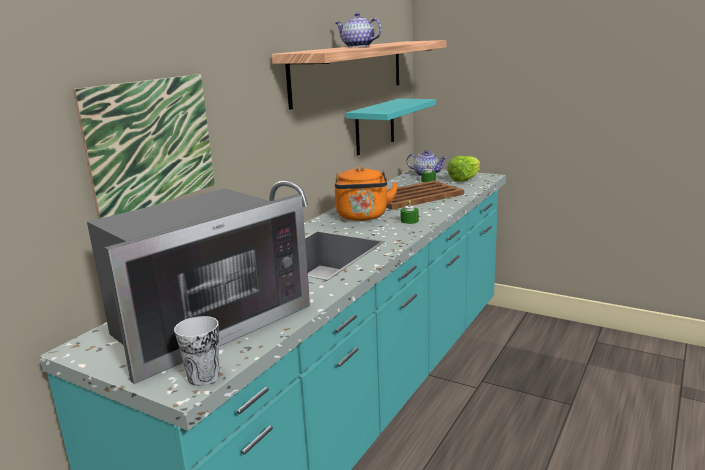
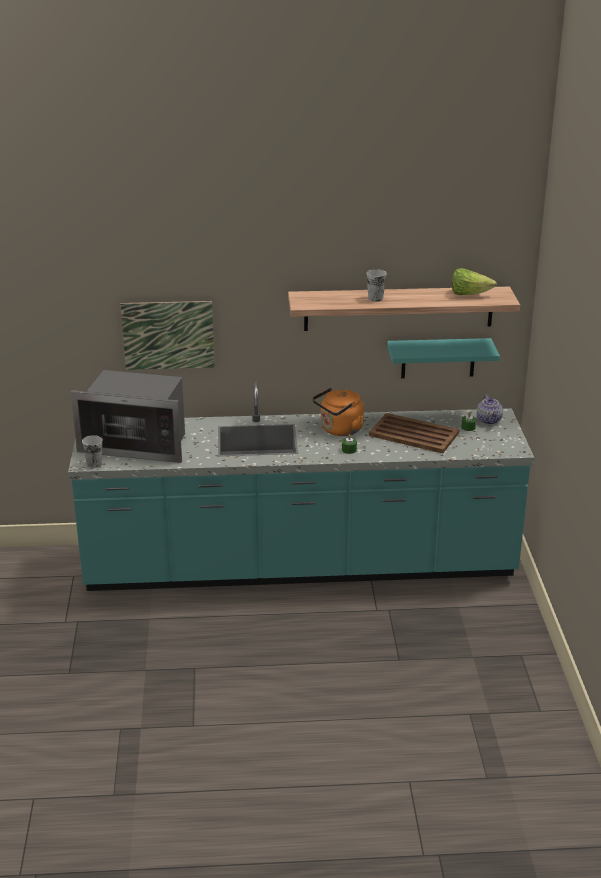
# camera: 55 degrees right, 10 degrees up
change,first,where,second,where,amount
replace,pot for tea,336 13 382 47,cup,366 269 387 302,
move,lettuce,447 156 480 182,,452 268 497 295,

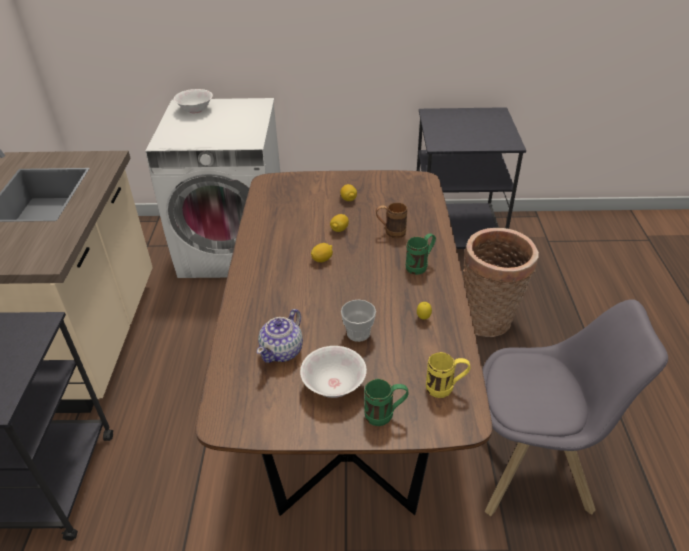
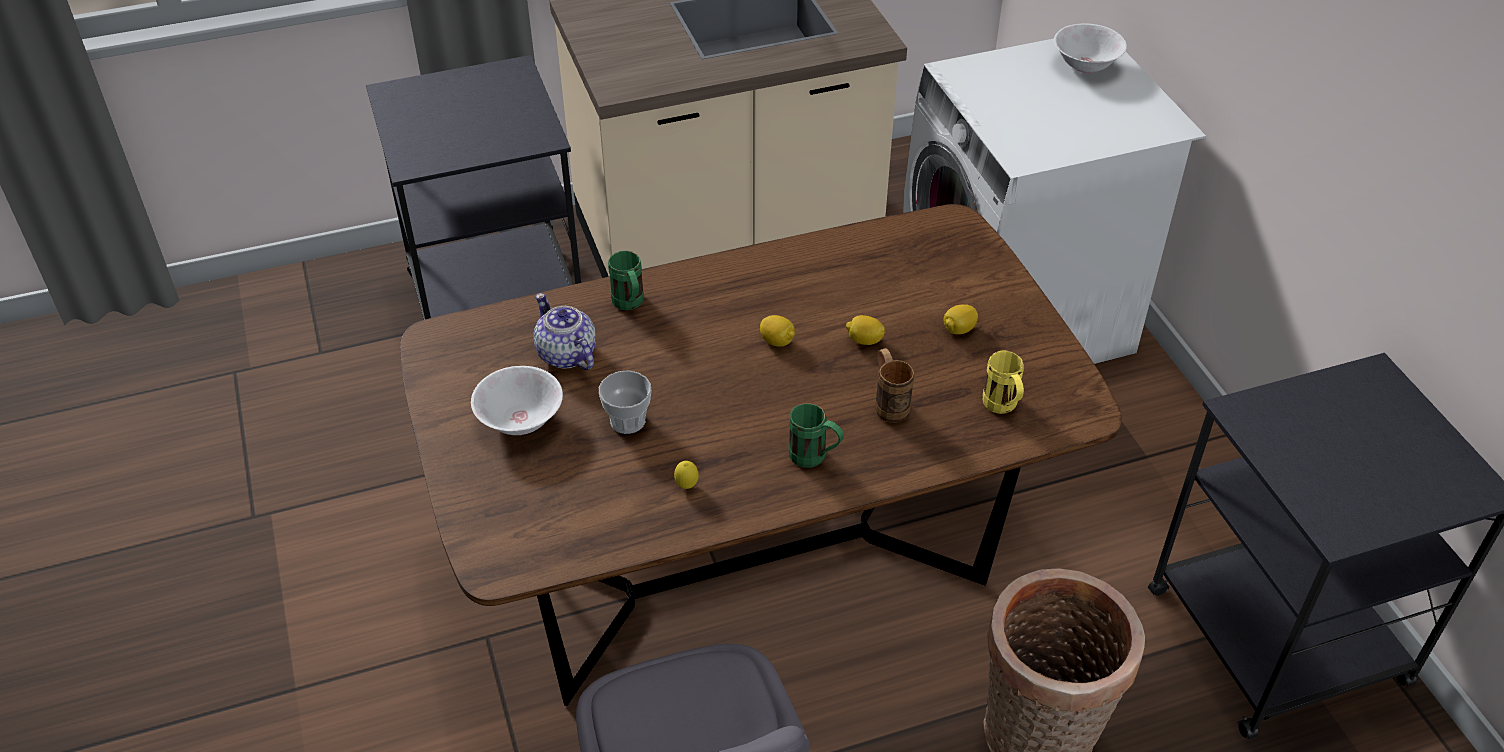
# camera: 70 degrees right, 5 degrees up
change,first,where,second,where,amount
rotate,pot for tea,257 309 303 363,,534 293 596 370,45 degrees clockwise
move,tea mug (greenish),364 379 409 426,,608 251 644 310,
move,tea mug (yellowish),426 352 470 398,,983 350 1024 414,

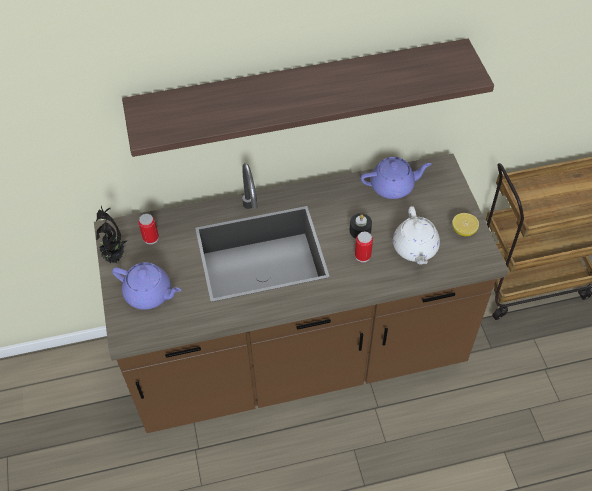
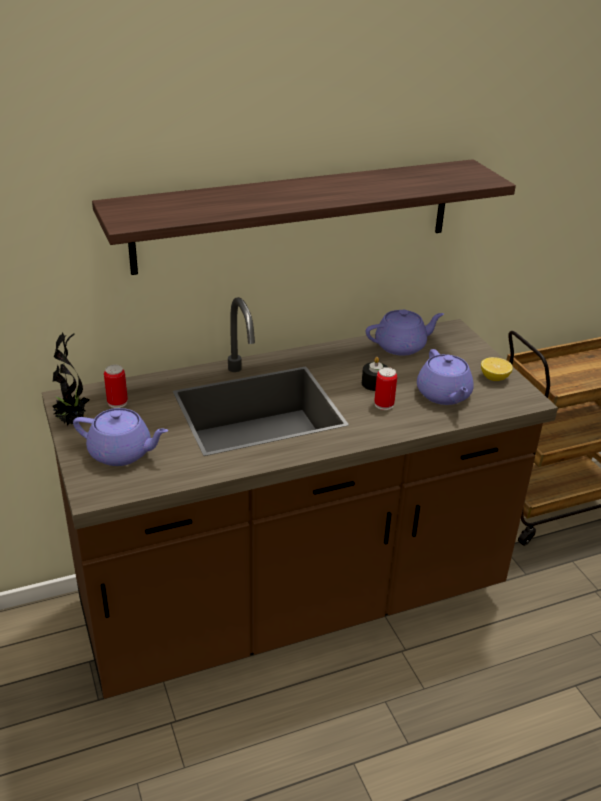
# camera: 10 degrees left, 20 degrees down
change,first,where,second,where,amount
recolor,pot for tea (white-coloured),393 206 440 264,pot for tea (purple),417 349 474 405,

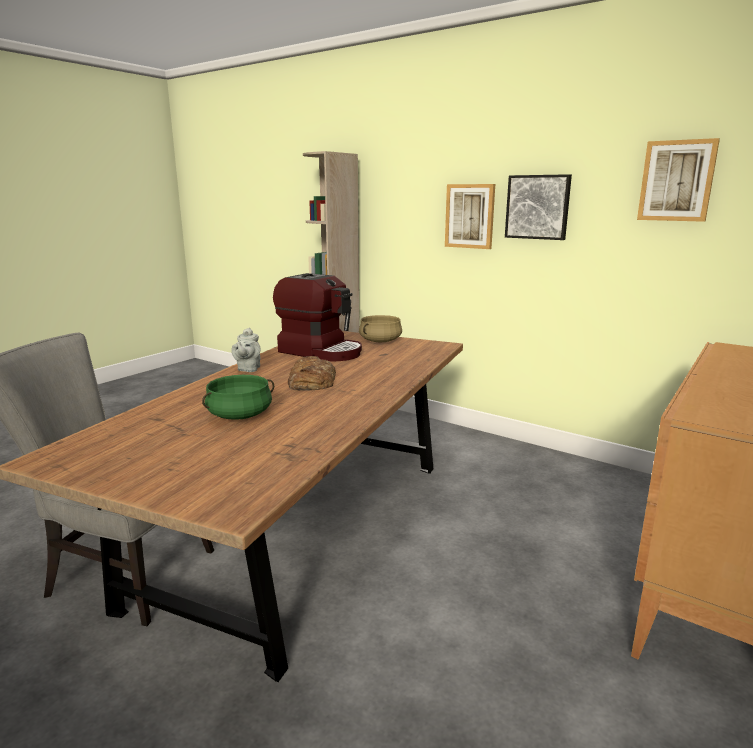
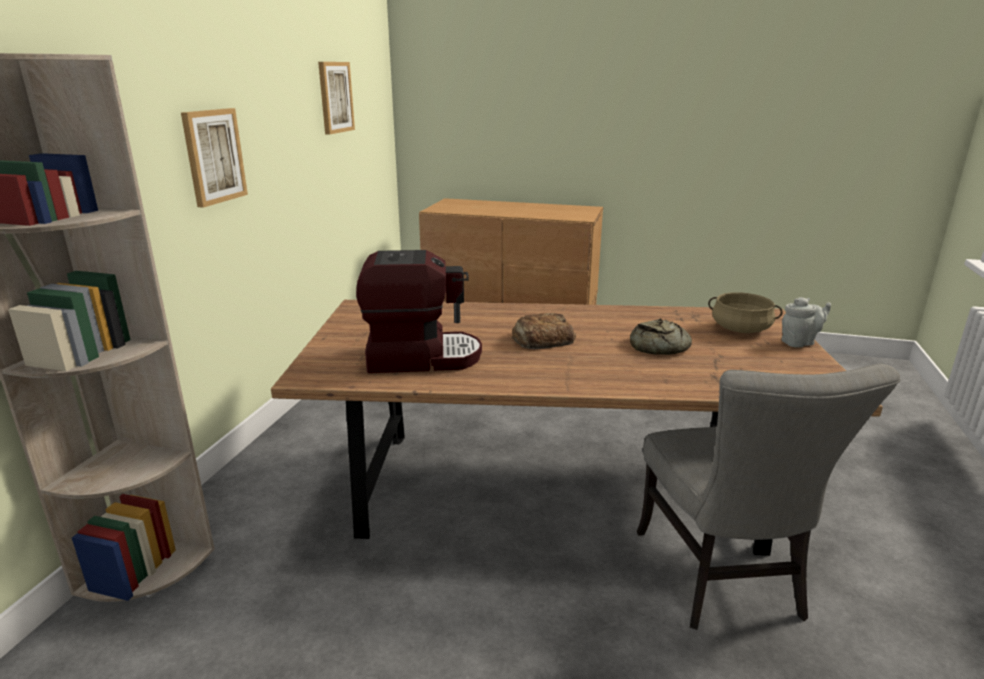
# camera: 110 degrees left, 5 degrees up
change,first,where,second,where,amount
rotate,coffee maker,273 273 362 362,,356 250 482 373,75 degrees clockwise
replace,saucepot (greenish),202 375 274 420,bread,630 318 692 355,
move,saucepot (beige-coloured),359 315 402 342,,708 292 783 333,
move,pot for tea (grey),231 328 261 372,,782 297 831 348,
delete,wall picture,505 174 572 240,,,

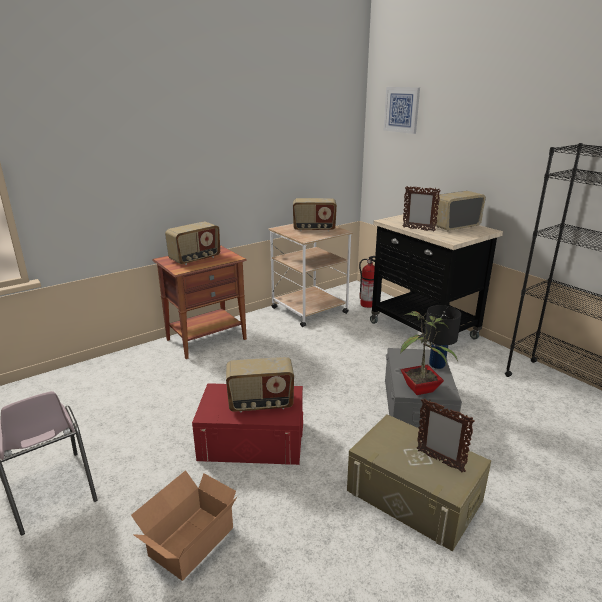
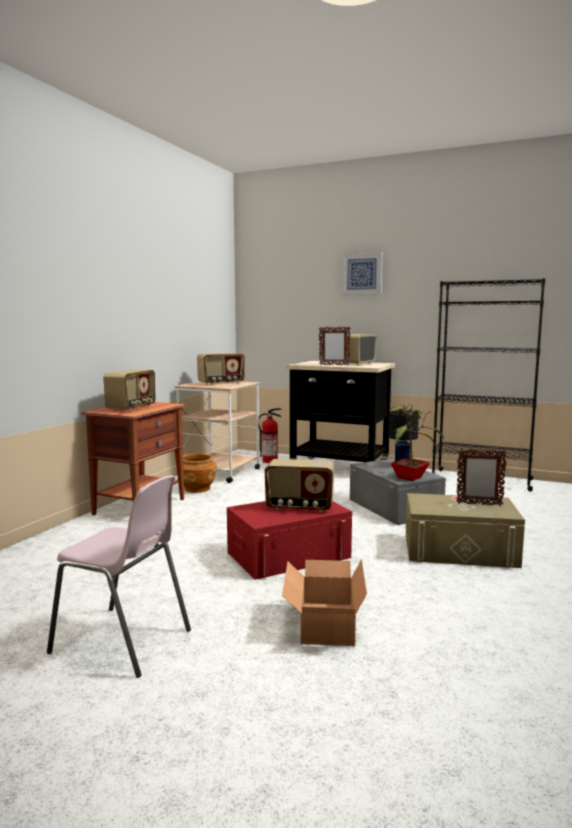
# camera: 30 degrees left, 15 degrees down
change,first,where,second,where,amount
insert,,,plant pot (brown),183 454 216 493,
rotate,radio receiver,226 357 294 412,,265 459 334 512,45 degrees clockwise
move,wall picture,384 87 420 134,,342 252 383 295,

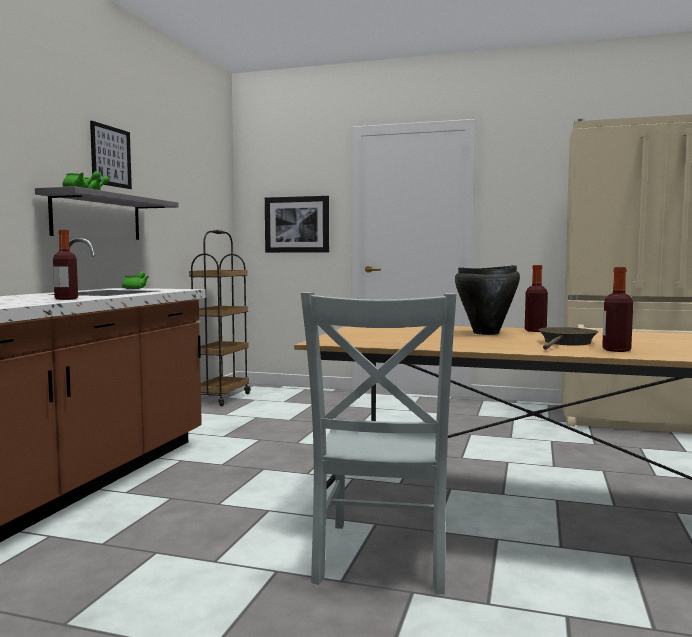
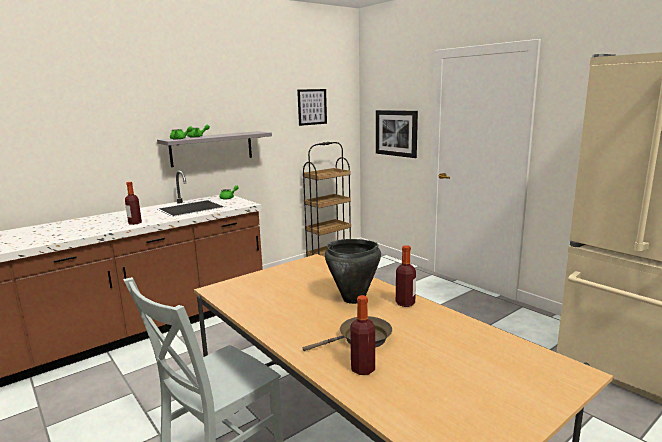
# camera: 35 degrees right, 10 degrees up
change,first,where,second,where,amount
move,wall picture,90 121 132 189,,297 89 327 126,

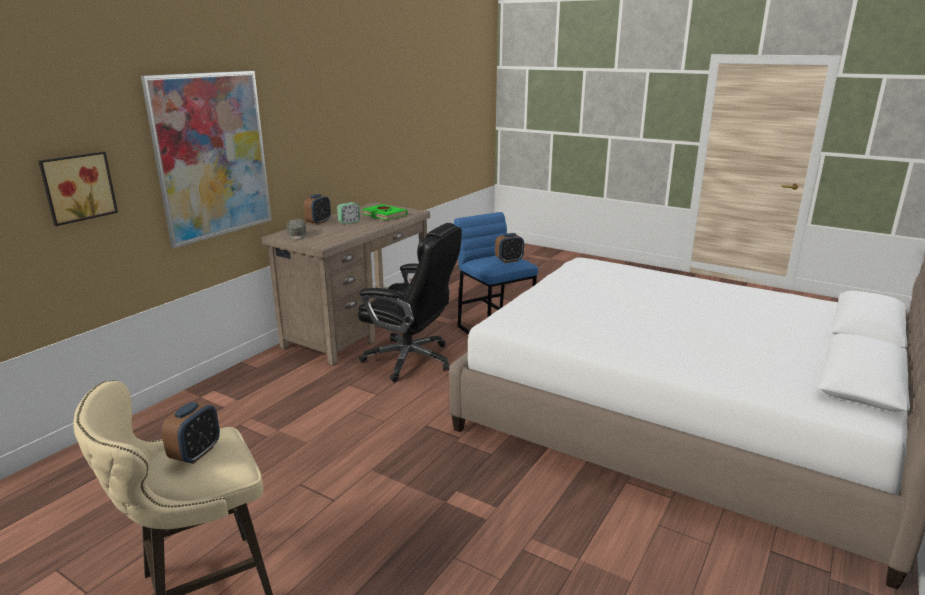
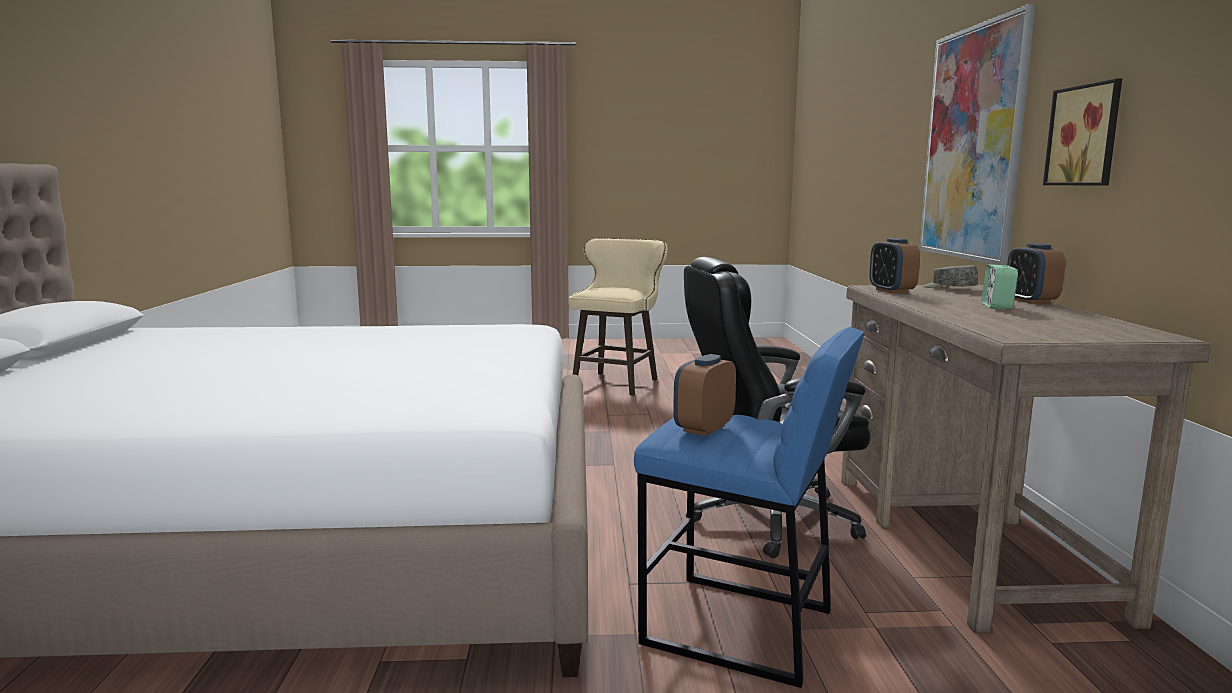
# camera: 145 degrees right, 10 degrees down
change,first,where,second,where,amount
move,alarm clock,162 402 220 464,,869 238 920 293,
move,wall picture,38 152 118 226,,1043 78 1122 186,
delete,book (greenish),362 204 408 220,,,

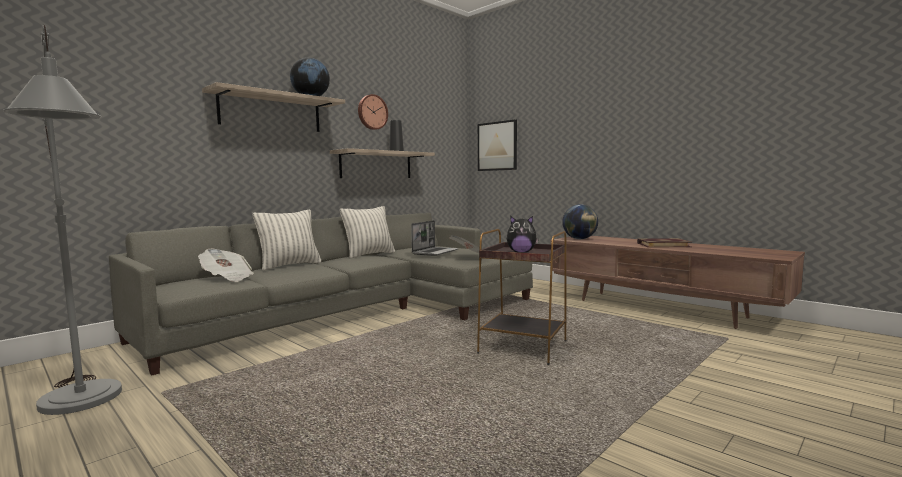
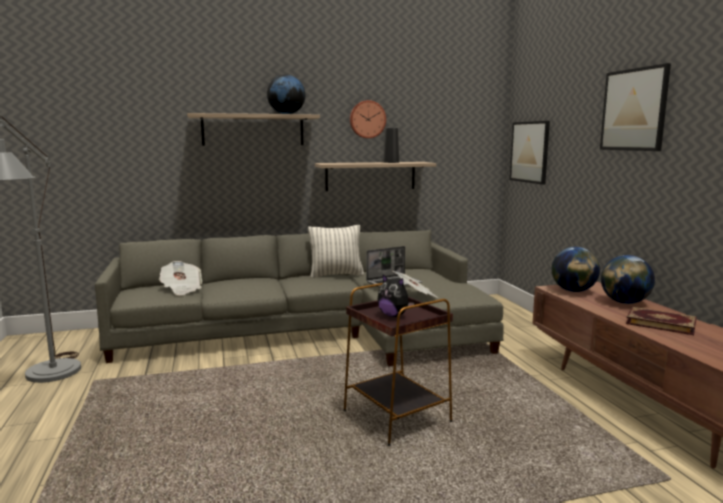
# camera: 30 degrees right, 5 degrees up
change,first,where,second,where,amount
insert,,,wall picture,600 63 671 151,
insert,,,world globe,601 255 655 304,
delete,cushion,252 210 321 270,,,

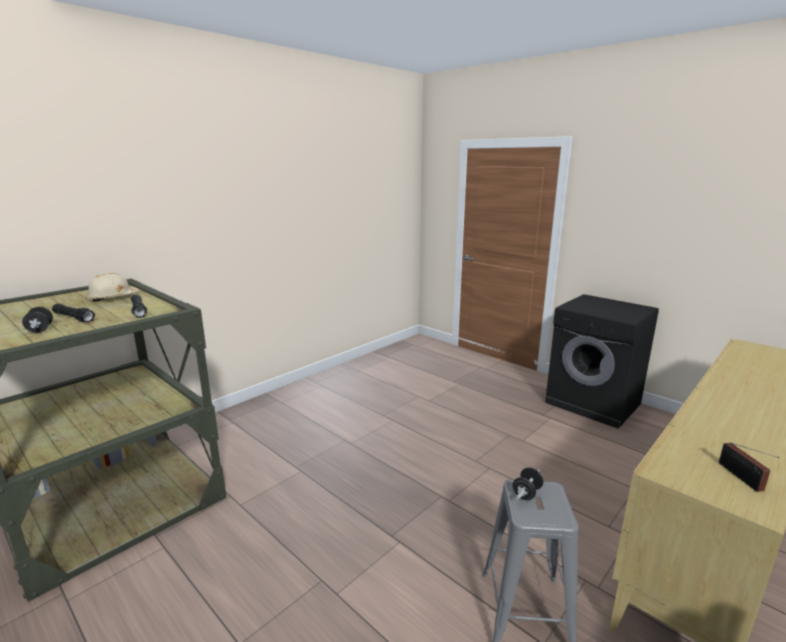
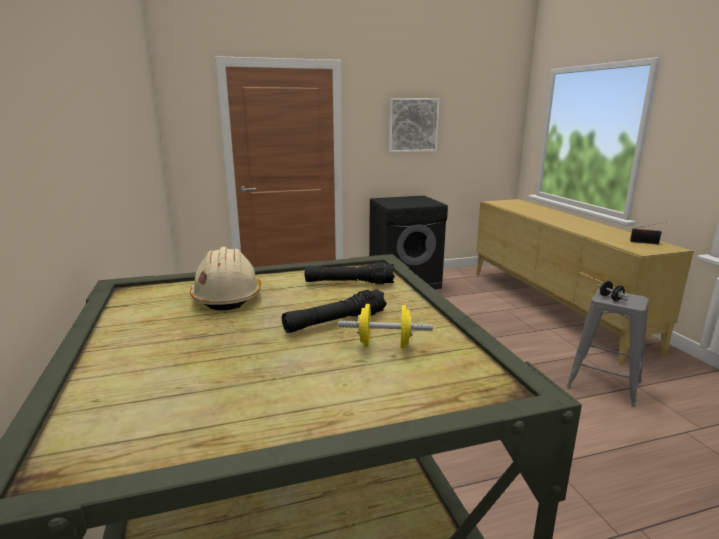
# camera: 60 degrees left, 0 degrees up
change,first,where,second,where,amount
recolor,dumbbell (black-coloured),22 307 53 333,dumbbell (yellowish),338 304 433 349,
insert,,,wall picture,389 98 439 152,

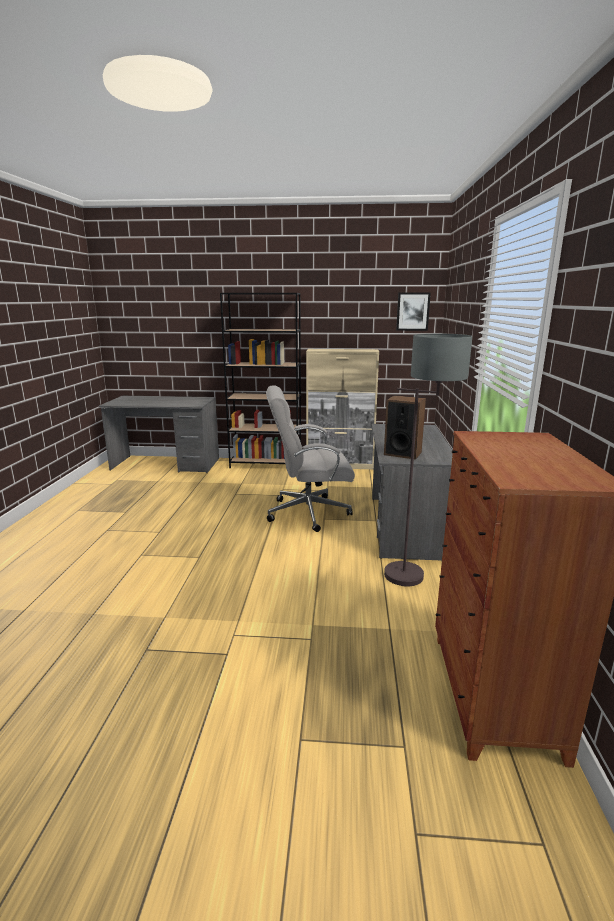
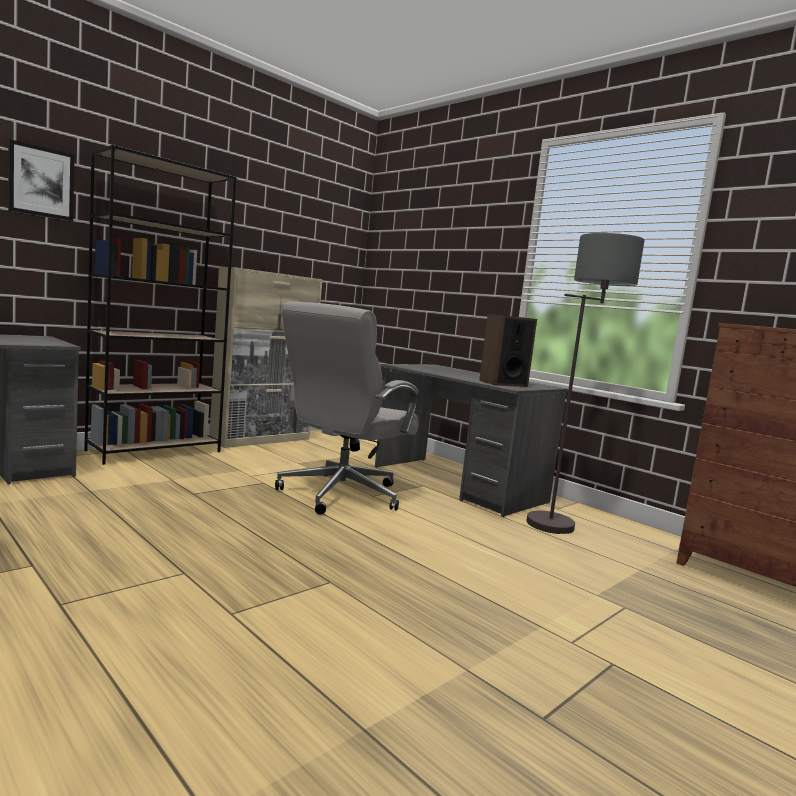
# camera: 50 degrees left, 10 degrees down
change,first,where,second,where,amount
move,wall picture,396 292 431 331,,8 139 75 221,

